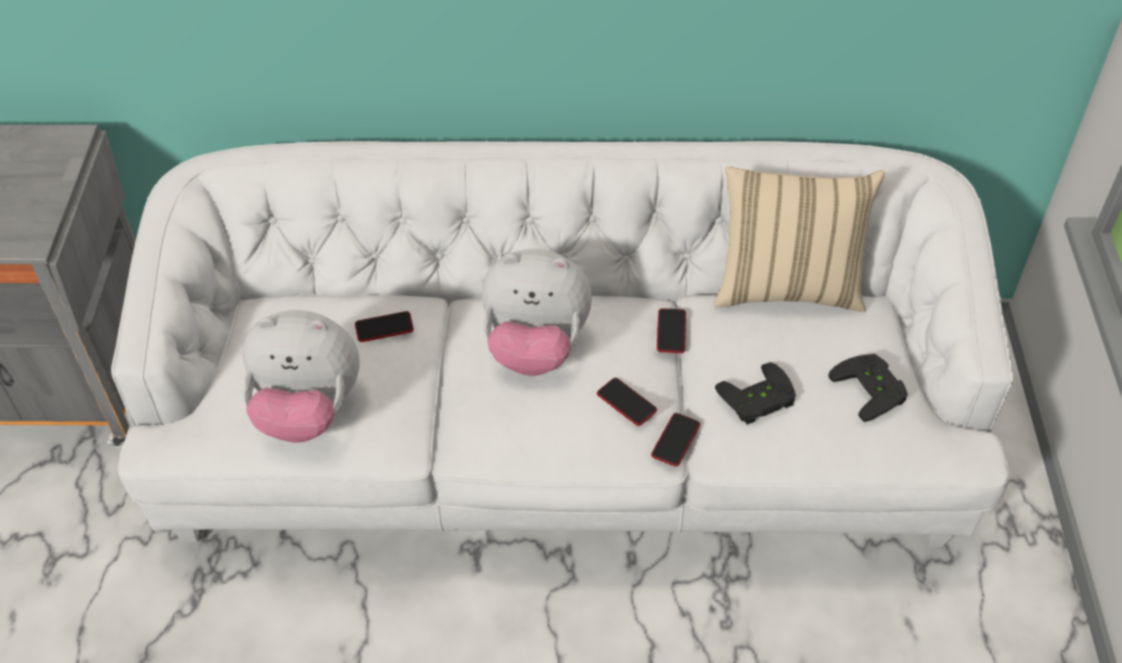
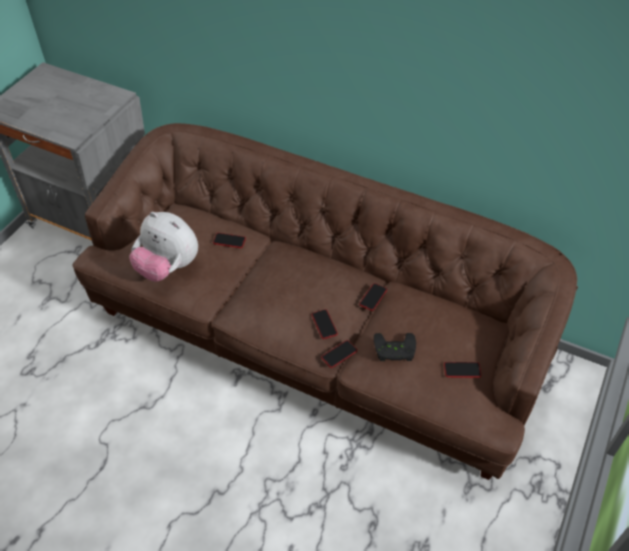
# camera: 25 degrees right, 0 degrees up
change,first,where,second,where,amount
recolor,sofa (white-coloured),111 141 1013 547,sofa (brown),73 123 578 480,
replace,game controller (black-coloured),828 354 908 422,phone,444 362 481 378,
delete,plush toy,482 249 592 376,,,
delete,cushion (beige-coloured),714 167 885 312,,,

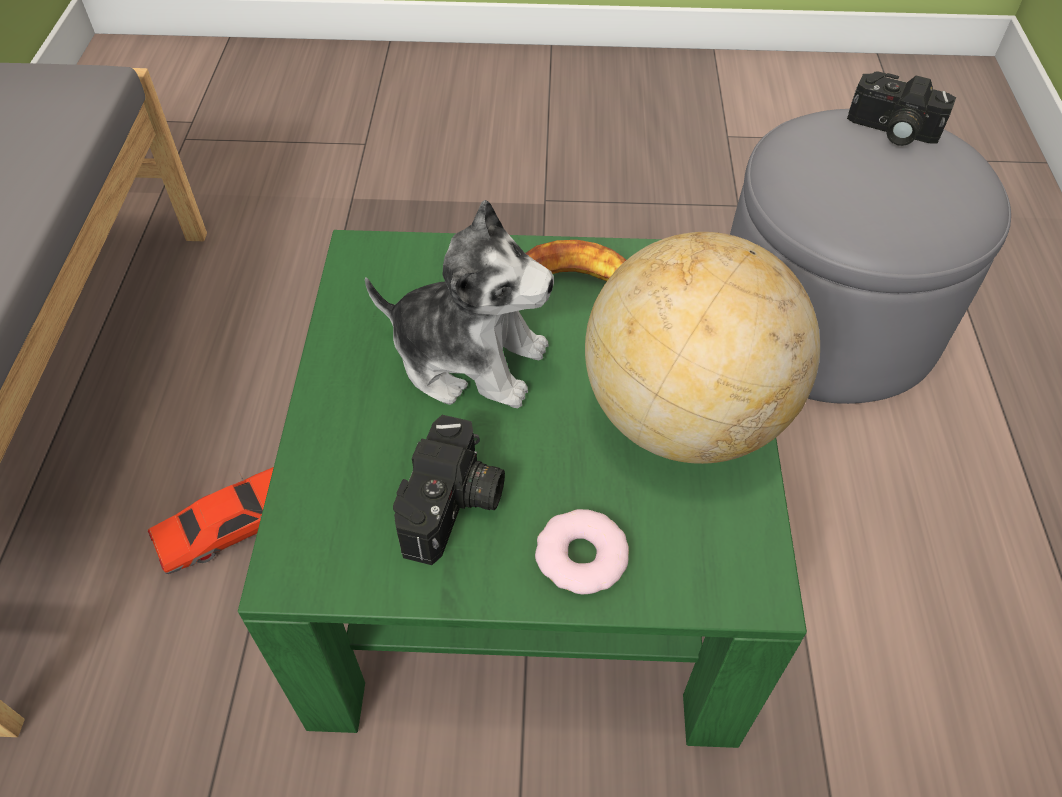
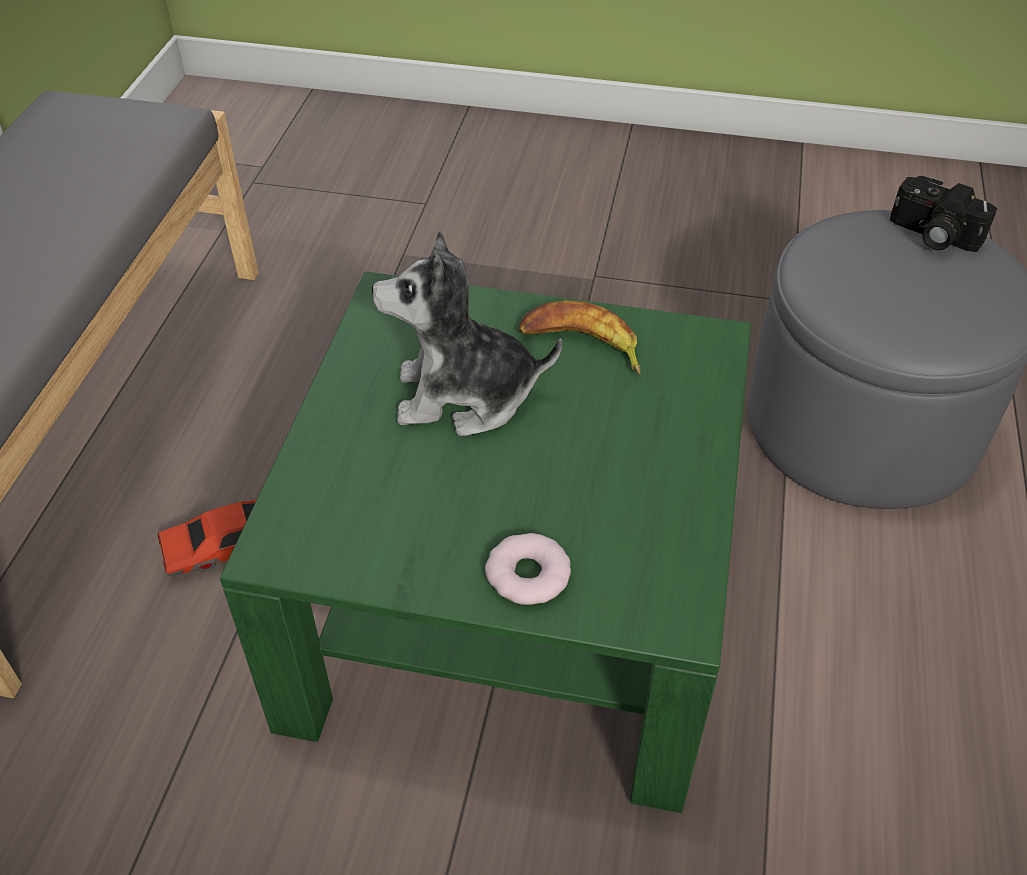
# camera: 10 degrees right, 5 degrees down
change,first,where,second,where,amount
rotate,plush toy,365 200 554 408,,372 230 562 436,150 degrees clockwise
delete,photo camera,393 415 505 565,,,
delete,world globe,585 232 820 464,,,

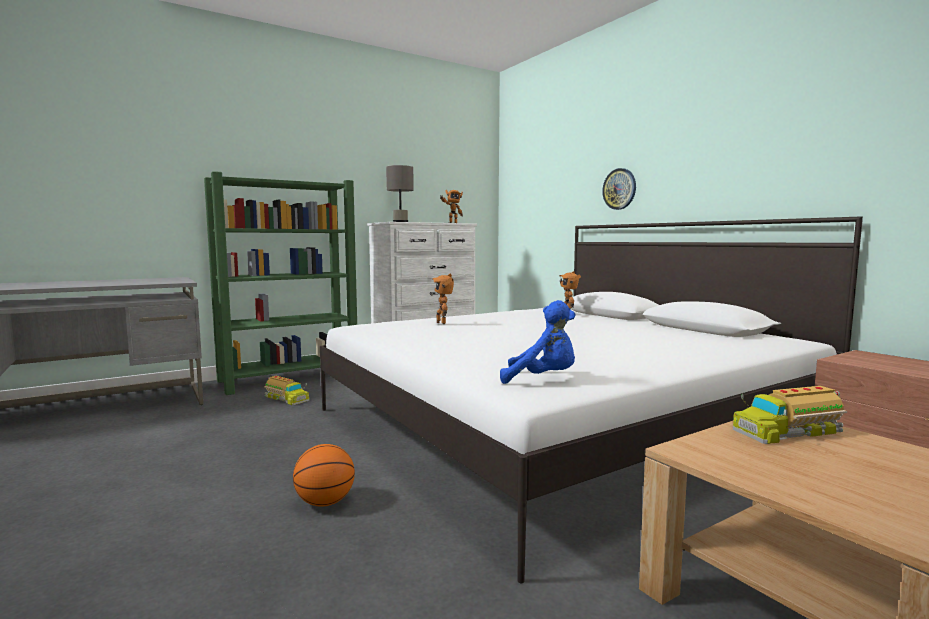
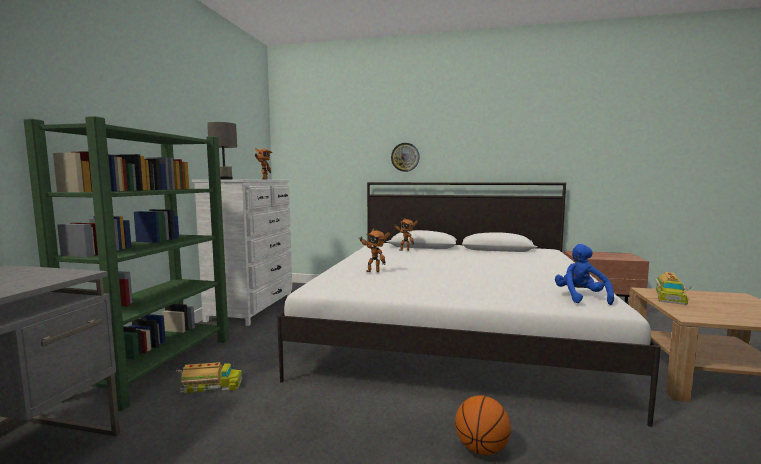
# camera: 45 degrees left, 0 degrees up
change,first,where,second,where,amount
rotate,plush toy (blue),500 300 575 384,,555 244 614 305,60 degrees counterclockwise

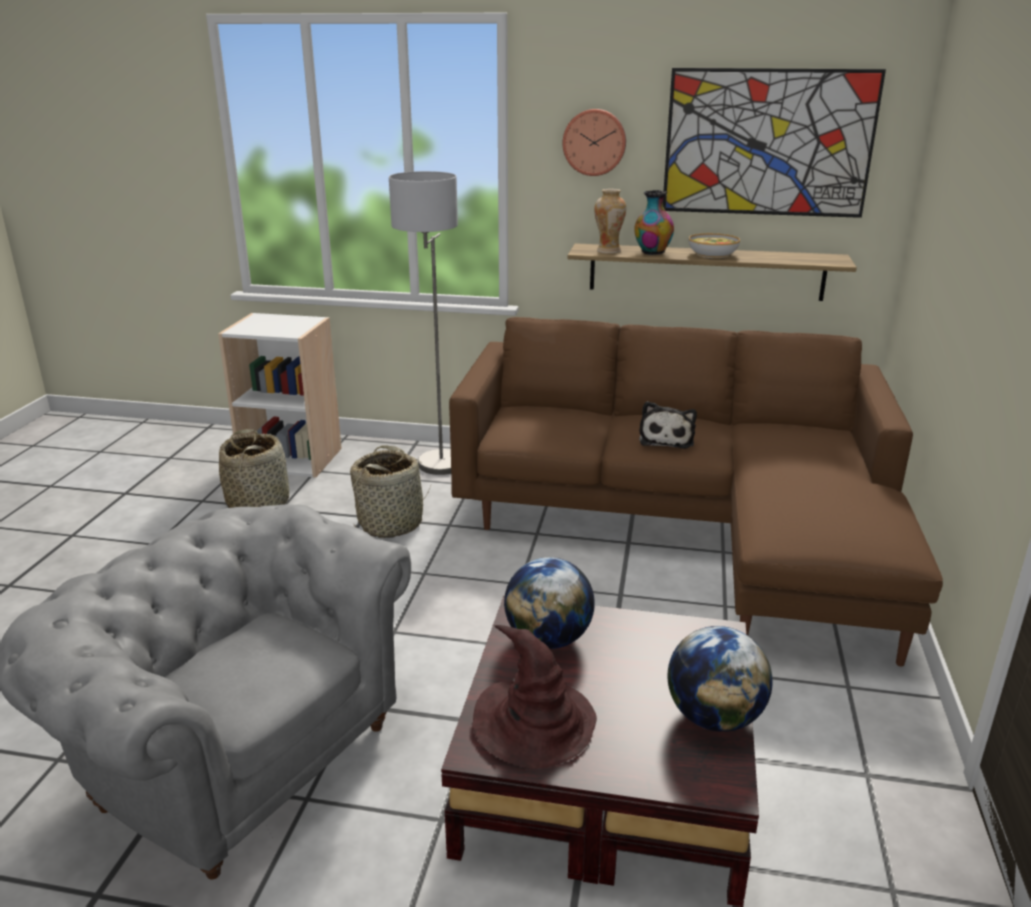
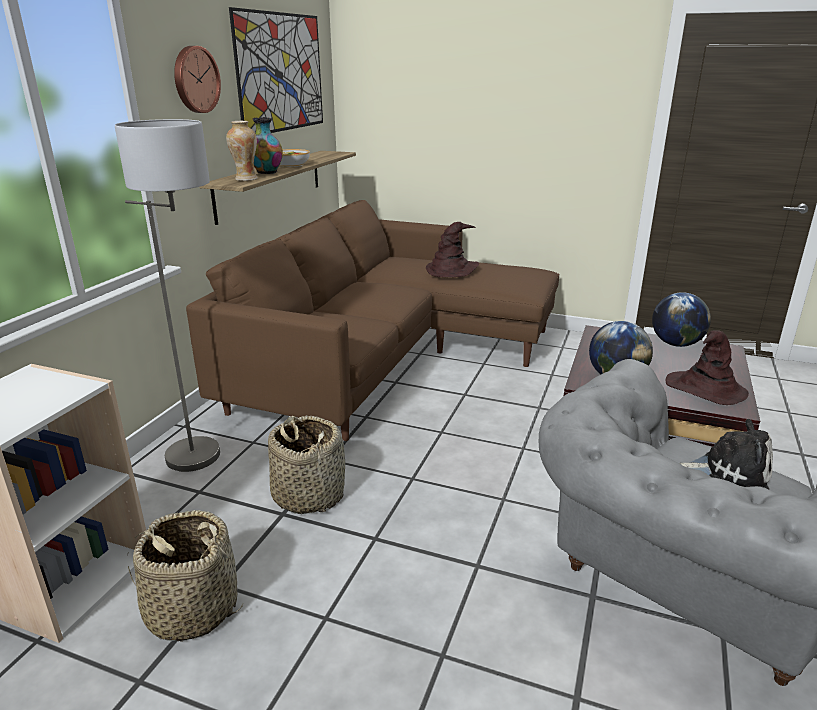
# camera: 80 degrees left, 0 degrees up
change,first,where,second,where,amount
insert,,,clothing hat (brown),426 222 479 277,
move,plush toy,639 401 697 449,,679 419 773 490,

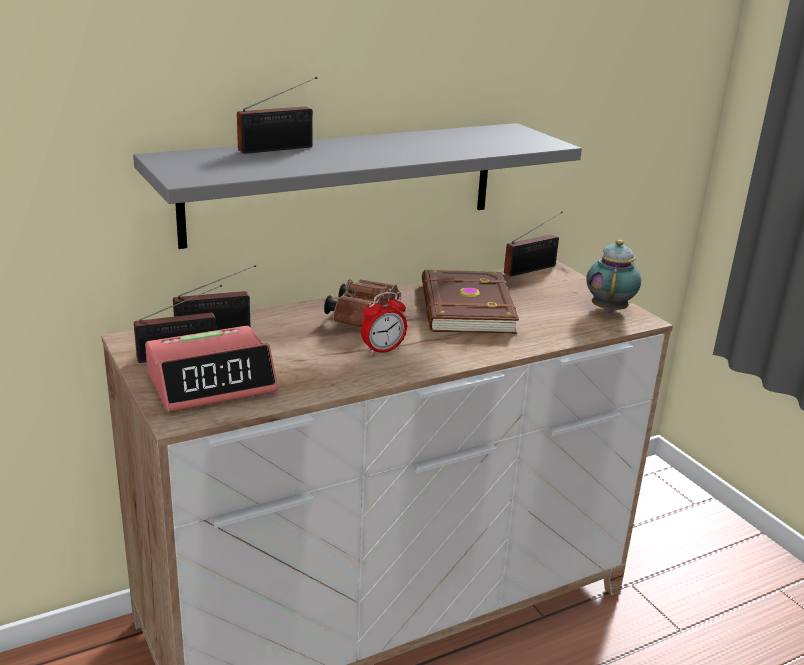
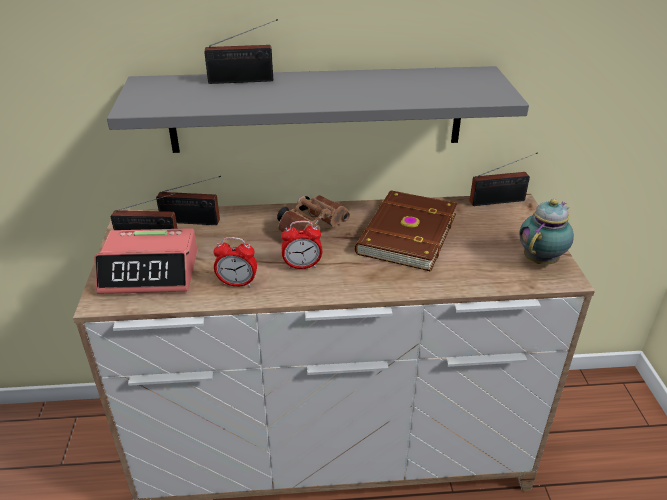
# camera: 25 degrees right, 10 degrees up
change,first,where,second,where,amount
insert,,,alarm clock,213 237 257 287,

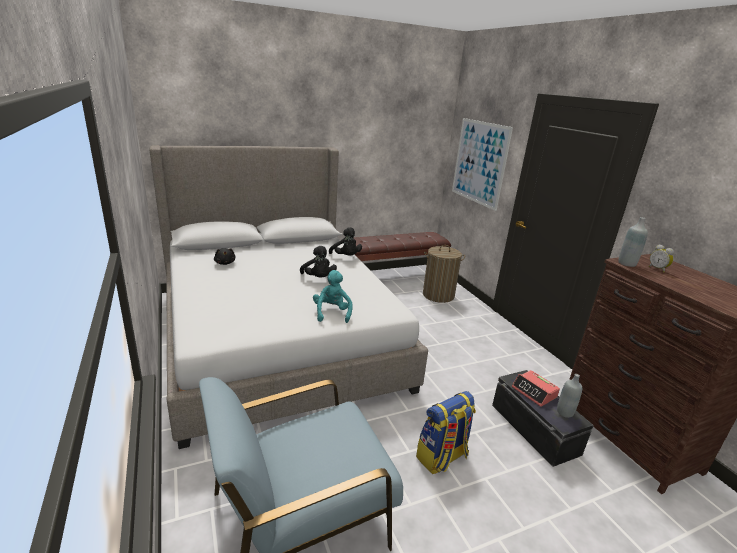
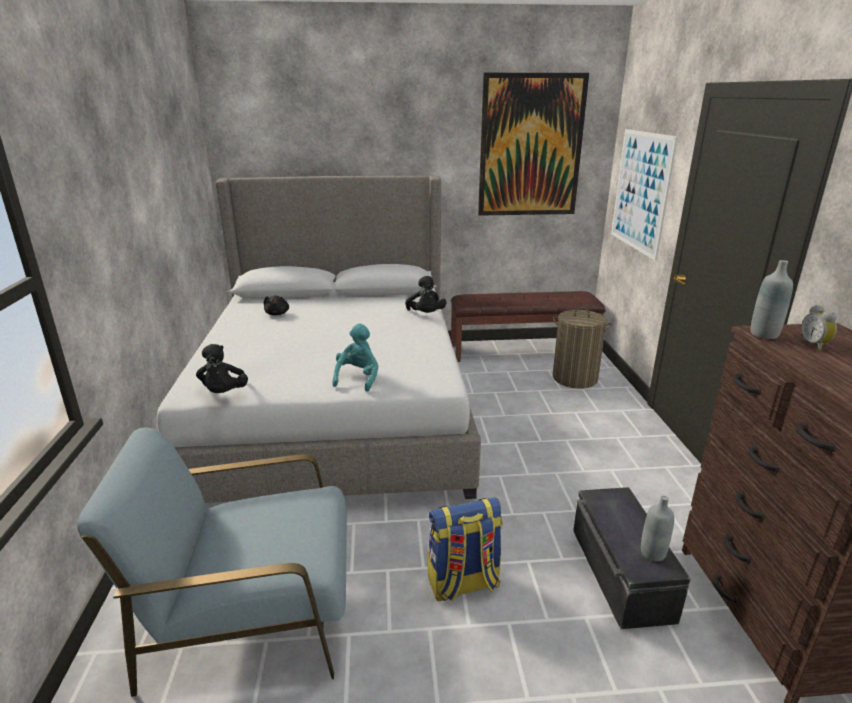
# camera: 20 degrees right, 0 degrees up
change,first,where,second,where,amount
move,plush toy (black-coloured),300 246 337 278,,196 344 248 393,
insert,,,wall picture,478 73 589 216,
delete,alarm clock,512 370 560 407,,,

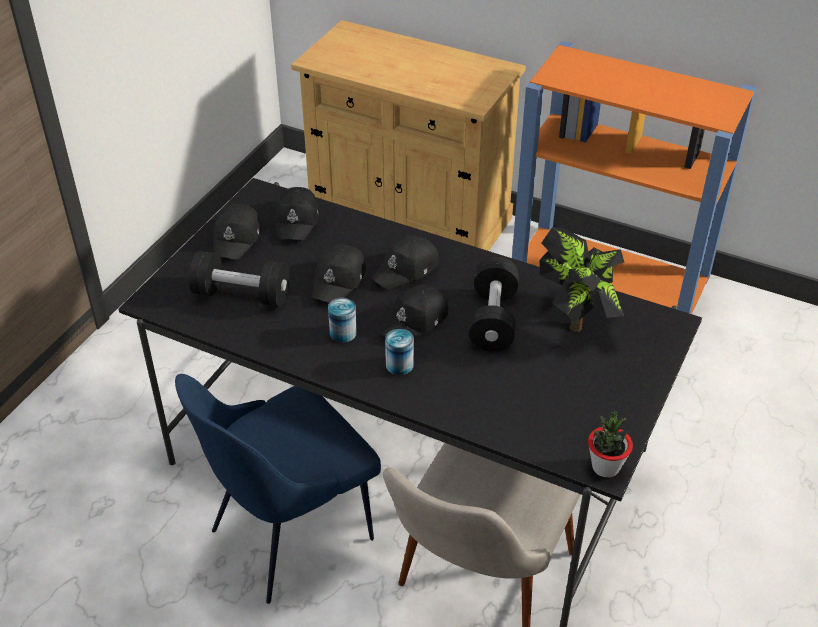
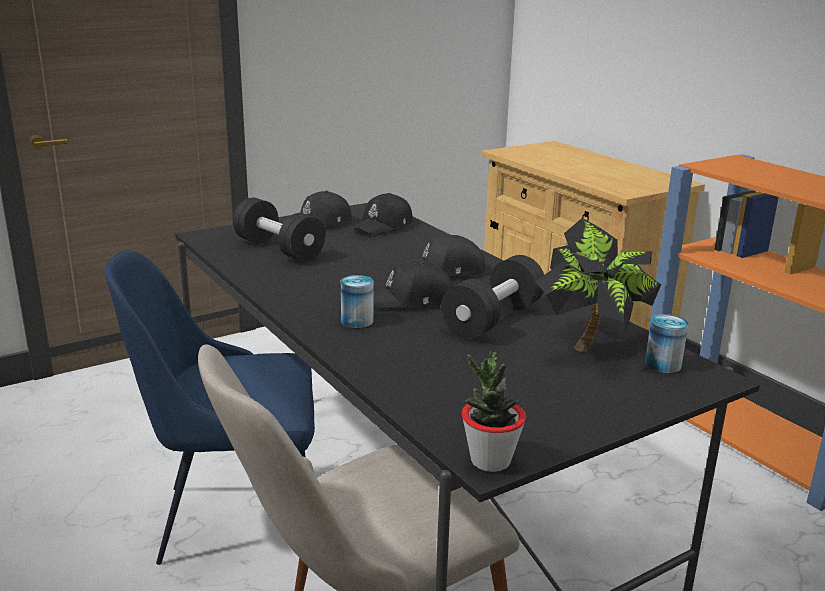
# camera: 30 degrees right, 20 degrees down
change,first,where,second,where,amount
move,can,328 298 357 343,,645 314 688 373,
delete,baseball cap (black-coloured),312 245 366 303,,,

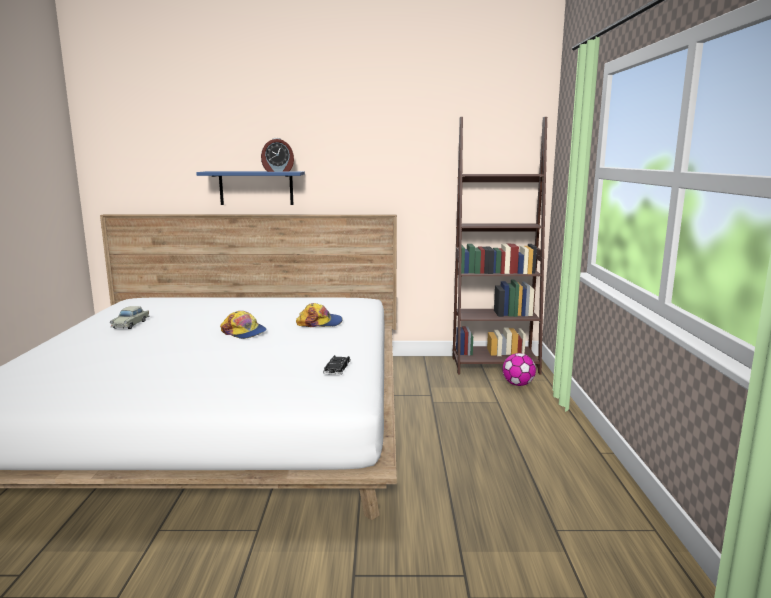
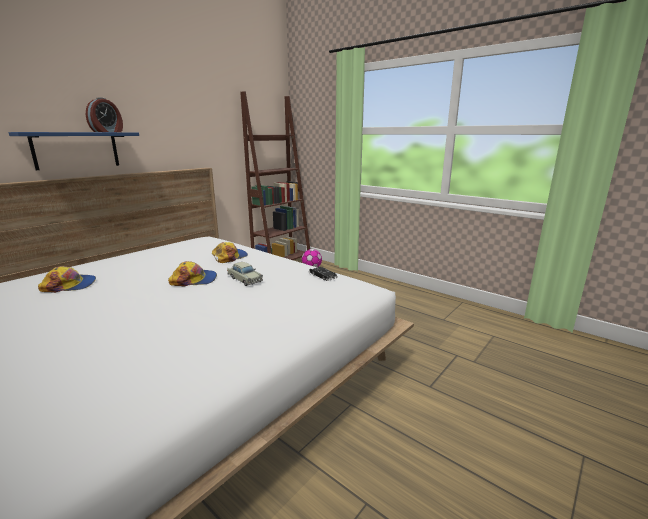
# camera: 50 degrees left, 5 degrees up
change,first,where,second,where,amount
insert,,,baseball cap,38 266 96 293,
move,model car (beige-coloured),110 306 149 329,,227 262 263 286,

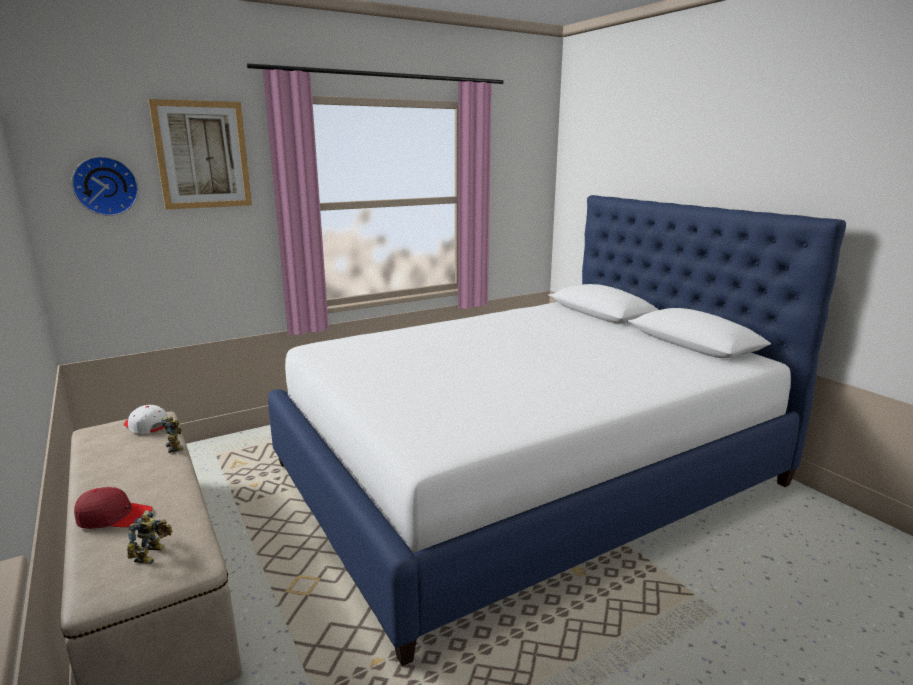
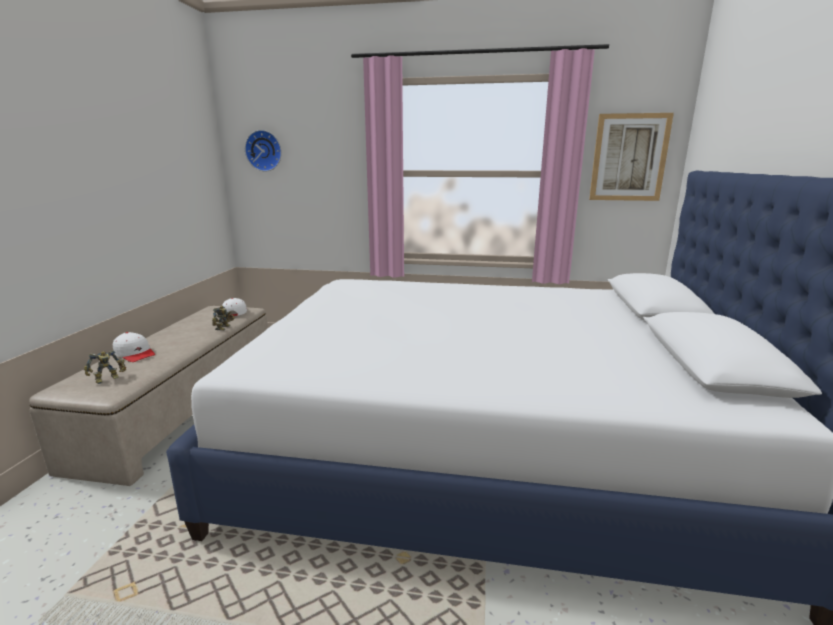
# camera: 40 degrees right, 0 degrees up
change,first,where,second,where,amount
recolor,baseball cap (red-coloured),74 487 153 529,baseball cap (white-coloured),113 332 155 362,
move,wall picture,148 99 252 210,,589 113 674 201,

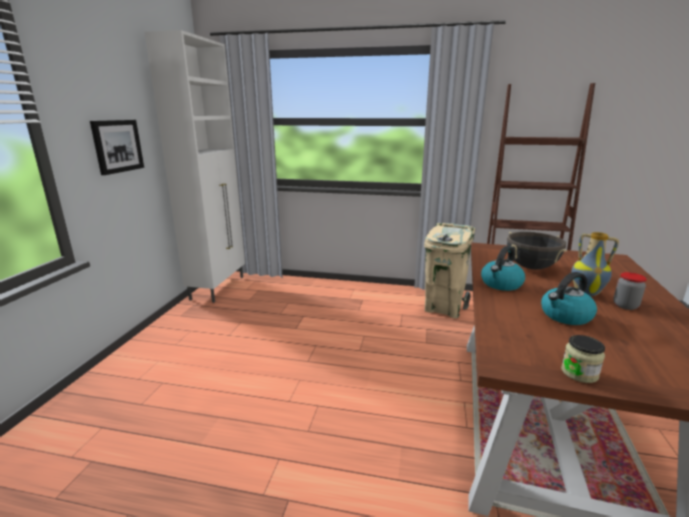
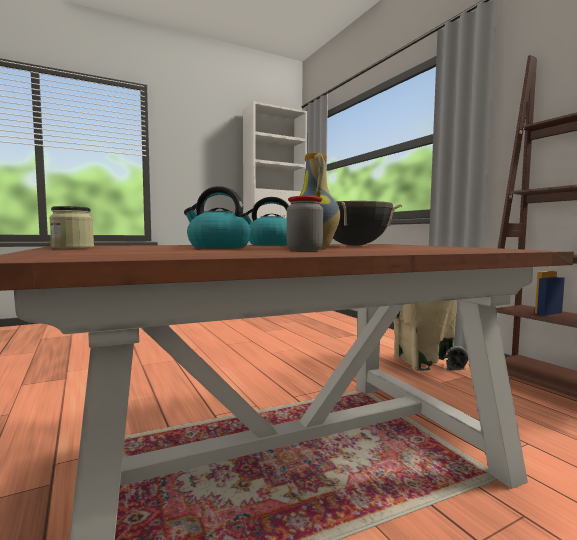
# camera: 50 degrees right, 15 degrees down
change,first,where,second,where,amount
delete,wall picture,90 120 144 175,,,

